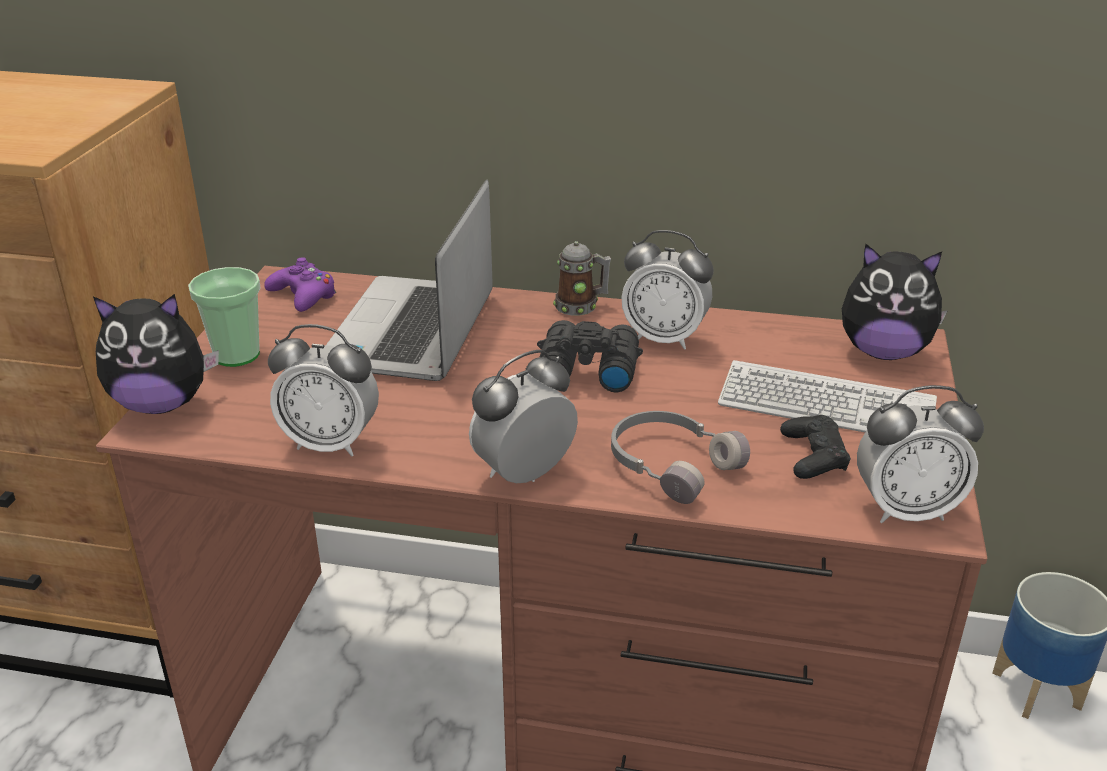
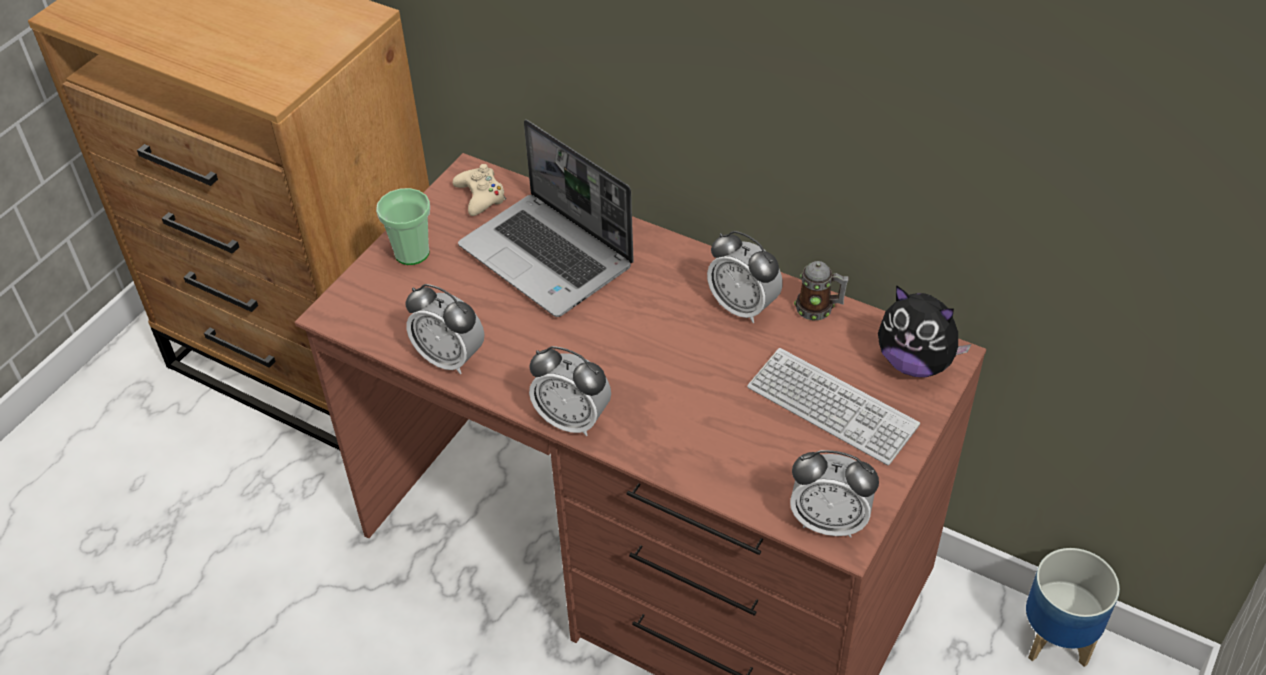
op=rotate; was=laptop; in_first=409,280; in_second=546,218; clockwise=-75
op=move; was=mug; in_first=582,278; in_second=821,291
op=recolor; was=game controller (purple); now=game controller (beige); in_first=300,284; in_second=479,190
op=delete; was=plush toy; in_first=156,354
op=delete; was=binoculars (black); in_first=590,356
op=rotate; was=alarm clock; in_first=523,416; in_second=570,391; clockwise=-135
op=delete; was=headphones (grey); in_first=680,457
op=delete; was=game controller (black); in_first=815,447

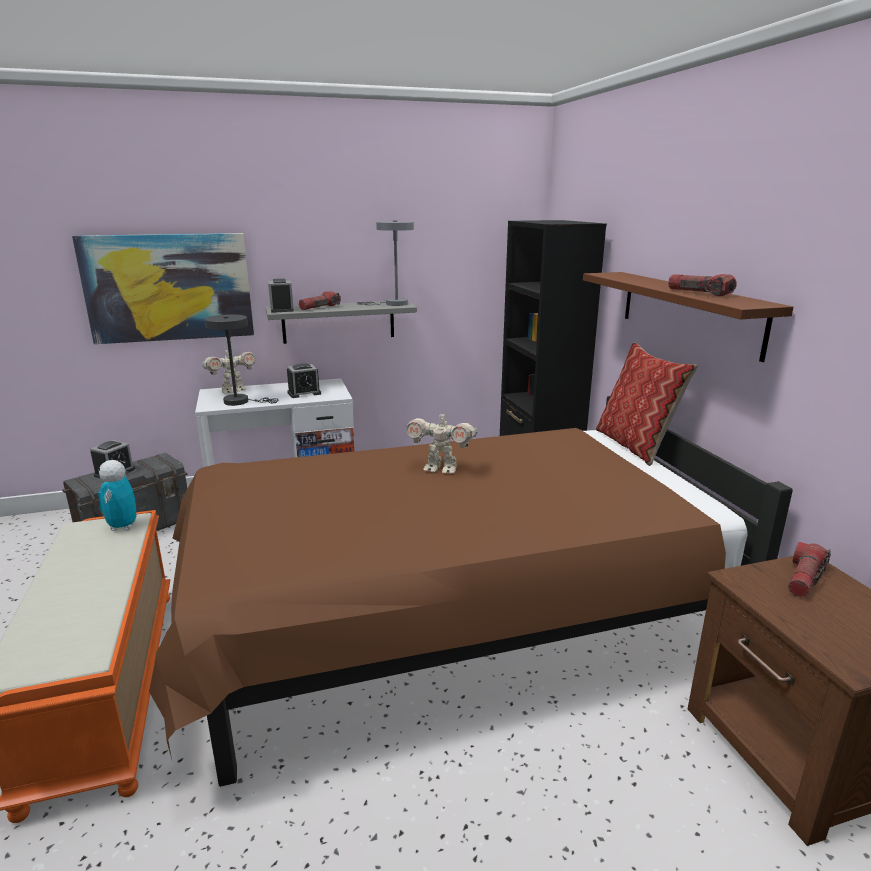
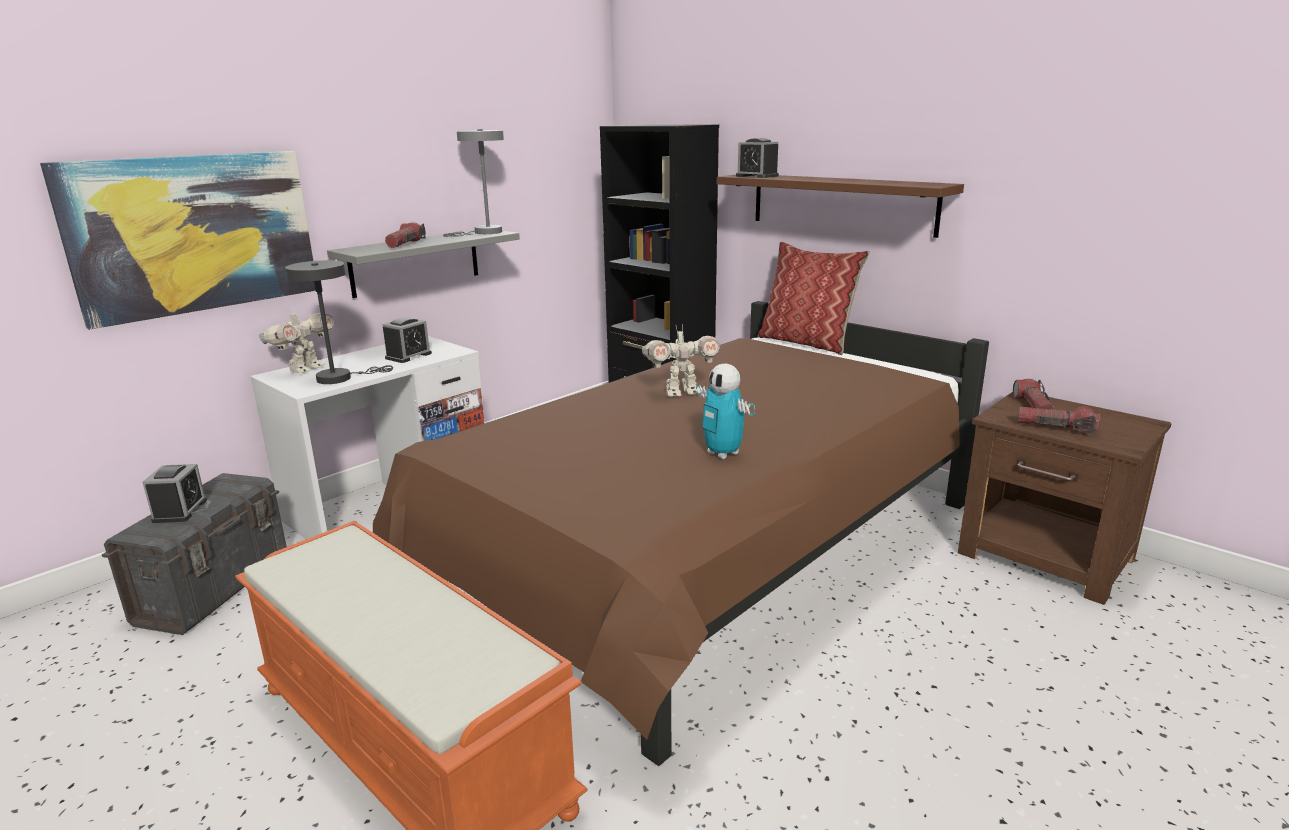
op=move; was=flashlight; in_first=702,285; in_second=1059,420
op=move; was=alarm clock; in_first=281,296; in_second=757,158
op=move; was=toy robot; in_first=117,495; in_second=725,411

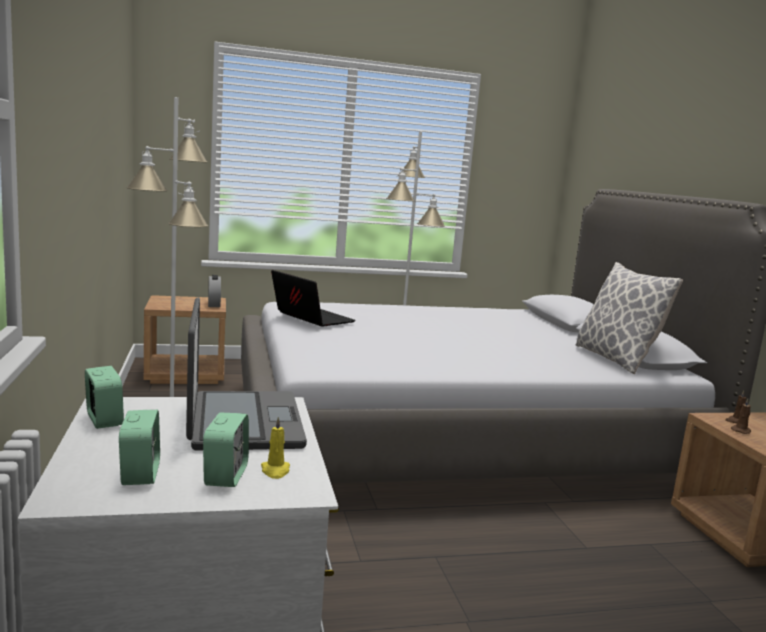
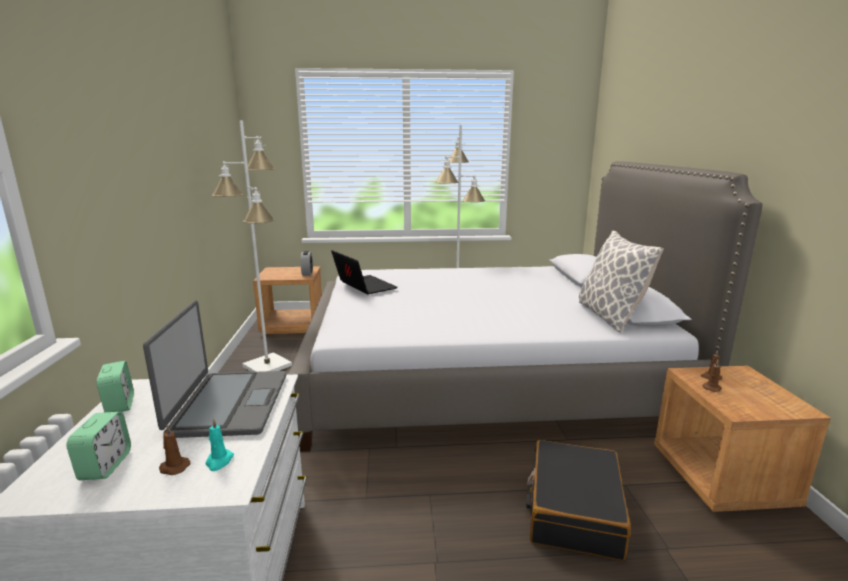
op=replace; was=alarm clock; now=candle (brown); in_first=226,450; in_second=174,450
op=recolor; was=candle (yellow); now=candle (turquoise); in_first=275,448; in_second=220,444
op=insert; now=suitcase (black); in_second=578,500

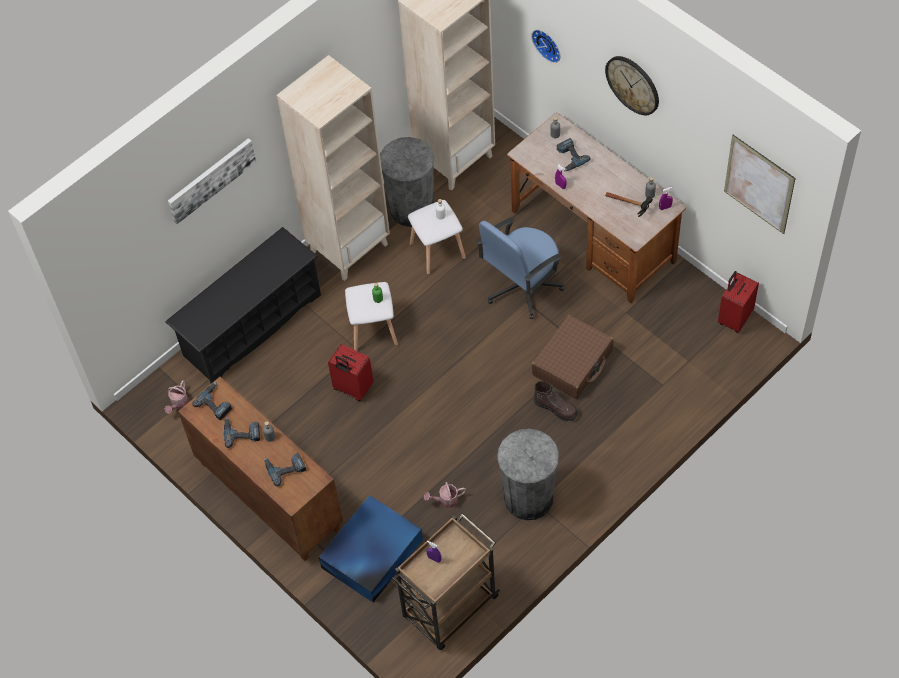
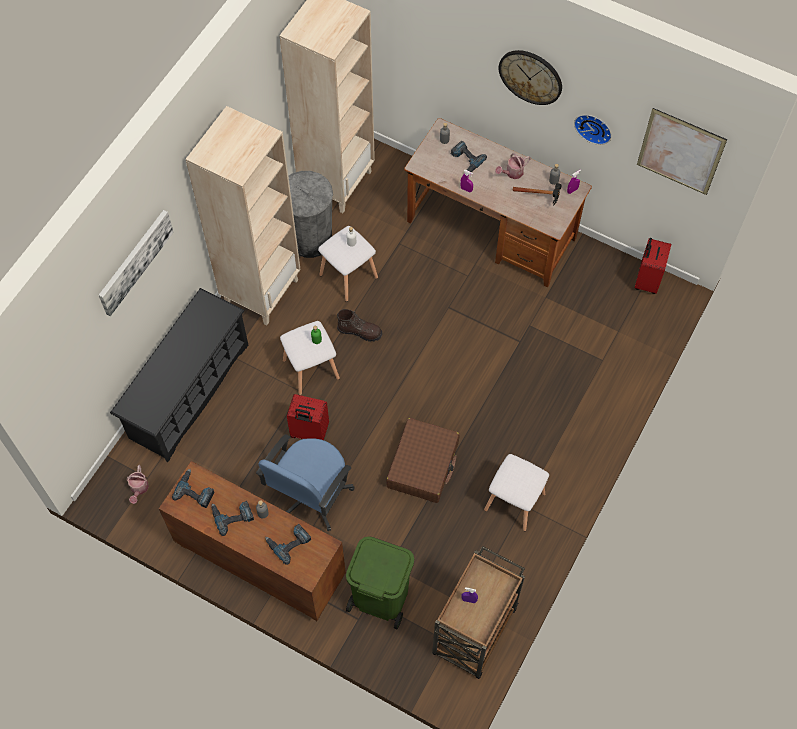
op=move; was=wall clock; in_first=545,46; in_second=593,130
op=move; was=office chair (blue); in_first=520,268; in_second=305,482
op=move; was=suitcase (brown); in_first=572,357; in_second=423,460
op=move; was=boot (brown); in_first=556,401; in_second=359,325
op=replace; was=trash can (grey); now=stool (white); in_first=528,474; in_second=516,492
op=move; was=watering can; in_first=445,495; in_second=513,166
op=replace; was=storage box (blue); now=trash can (green); in_first=371,548; in_second=380,582

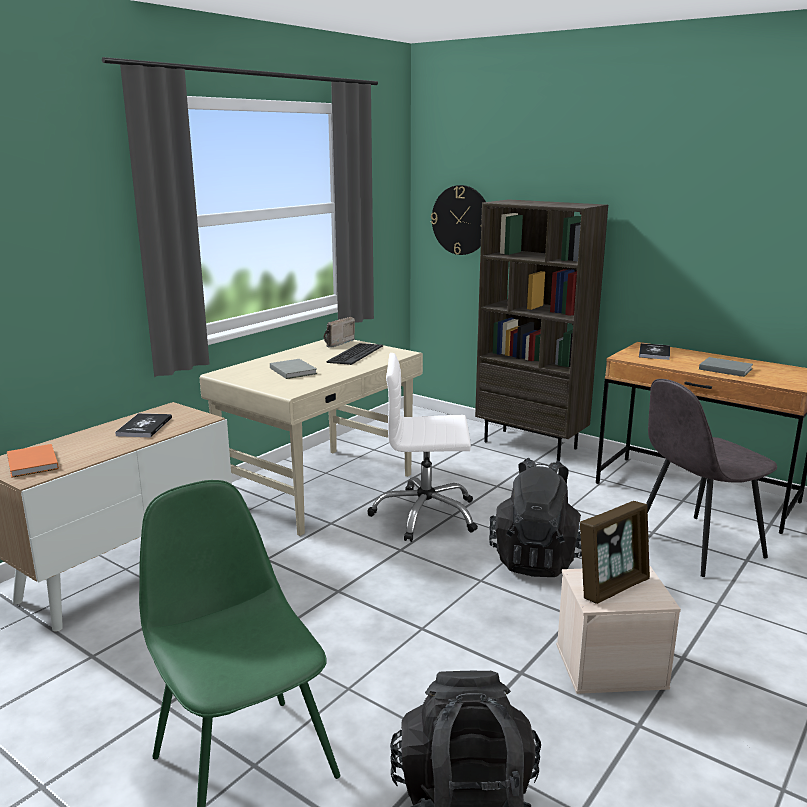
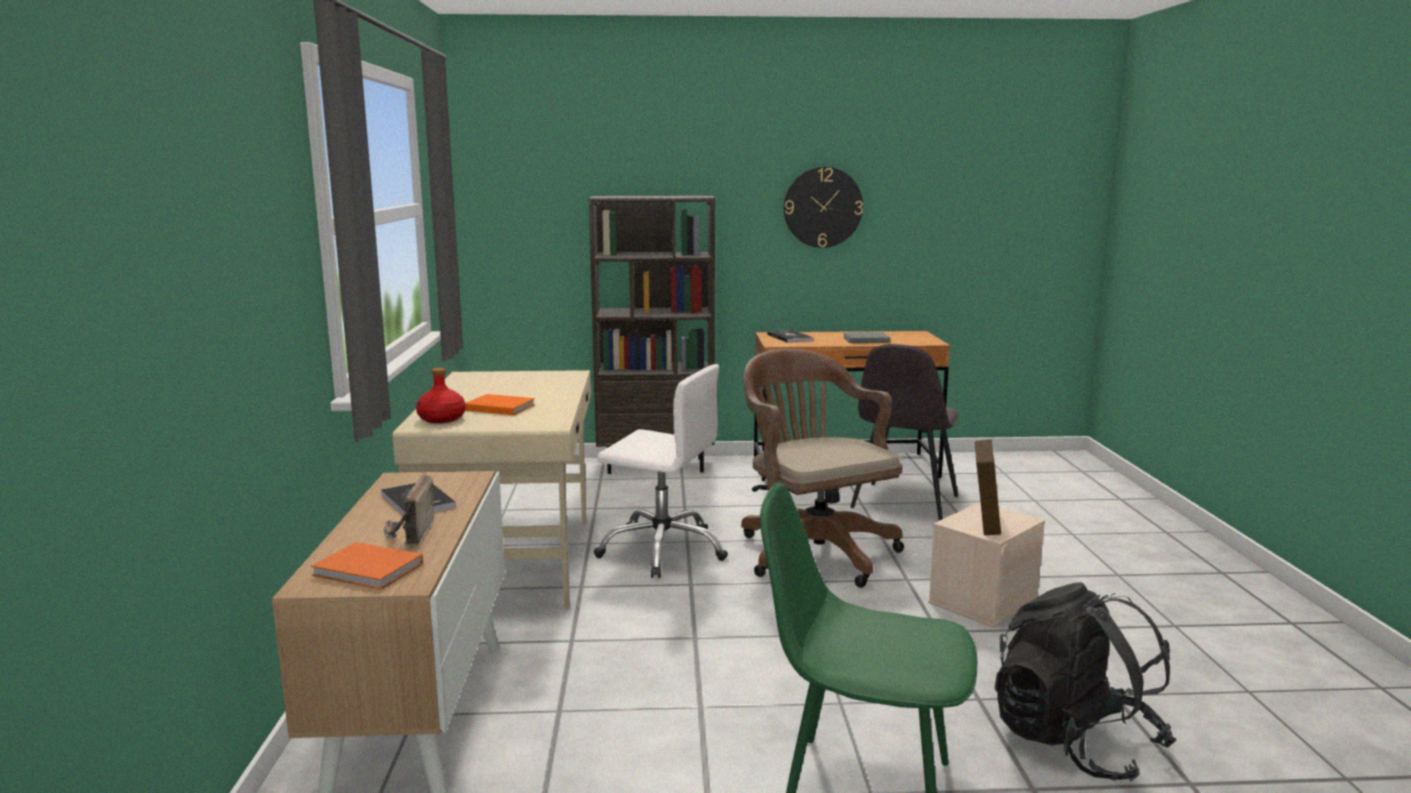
op=move; was=wall clock; in_first=458,220; in_second=823,207
op=move; was=radio; in_first=339,332; in_second=409,511
op=delete; was=keyboard; in_first=355,354
op=rotate; was=office chair (white); in_first=422,447; in_second=661,471; clockwise=-120
op=recolor; was=book (grey); now=book (orange); in_first=293,369; in_second=500,404
op=replace; was=backpack (black); now=office chair (brown); in_first=535,517; in_second=822,468
op=insert; now=bottle (red); in_second=441,395

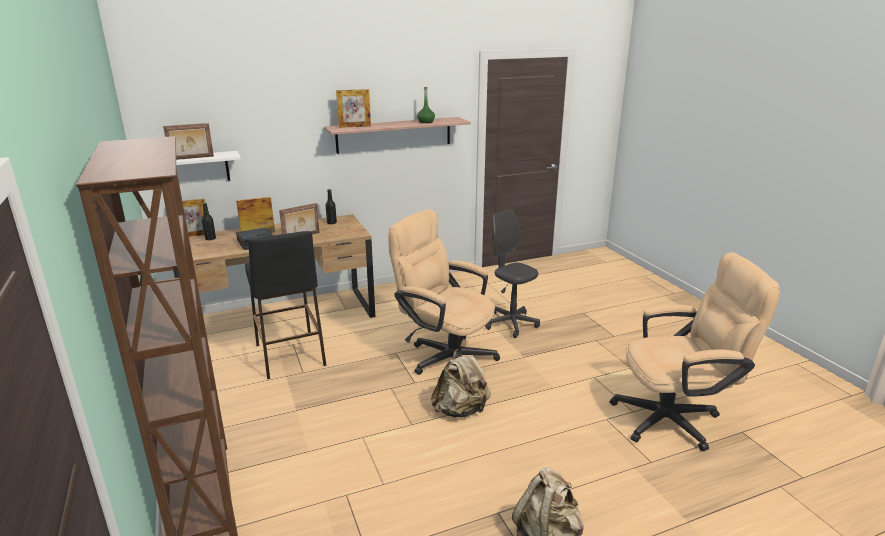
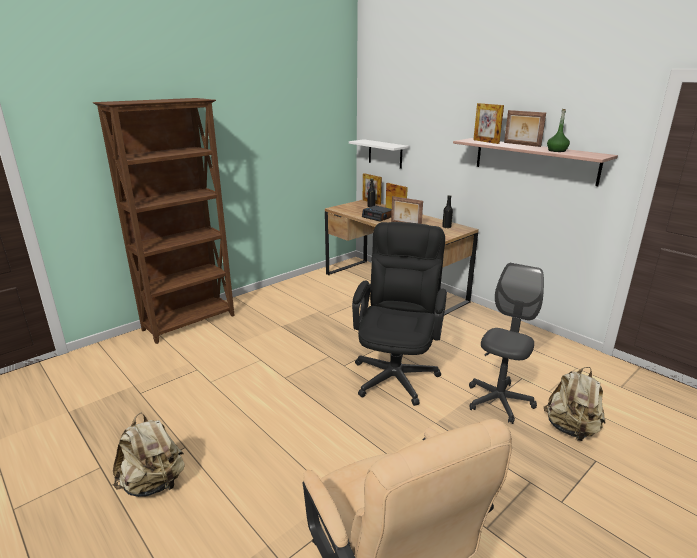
op=move; was=picture frame; in_first=188,141; in_second=525,128
op=recolor; was=office chair (beige); now=office chair (black); in_first=444,292; in_second=399,314
op=delete; was=stool (black); in_first=285,305
op=move; was=backpack (beige); in_first=461,383; in_second=574,404

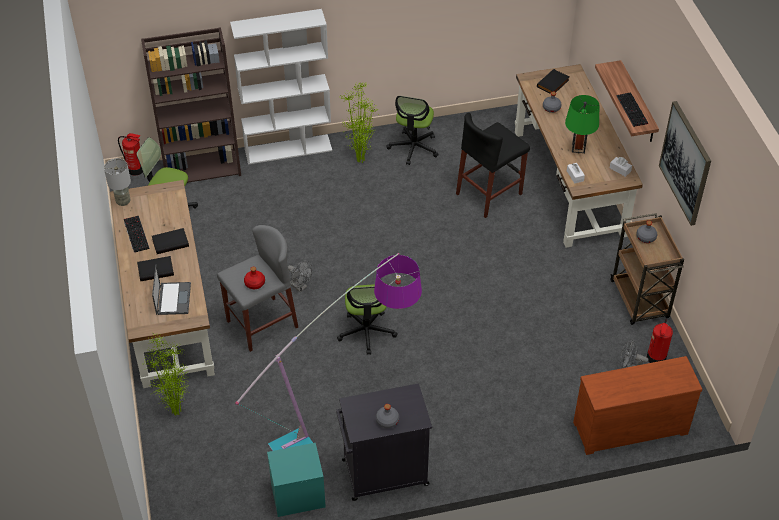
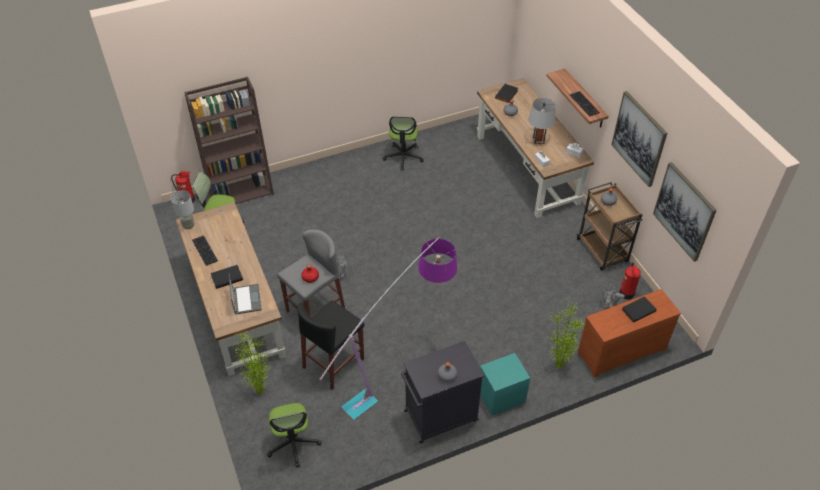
op=delete; was=bookcase (white); in_first=281,86
op=move; was=potted plant; in_first=359,123; in_second=565,335
op=recolor; was=table lamp (green); now=table lamp (grey); in_first=582,124; in_second=541,121
op=move; was=stool (black); in_first=493,165; in_second=330,345
op=move; was=book (black); in_first=170,241; in_second=639,309
op=move; was=office chair; in_first=367,319; in_second=294,435
op=move; was=nightstand (turquoise); in_first=296,480; in_second=505,384
op=insert; now=picture; in_second=685,212

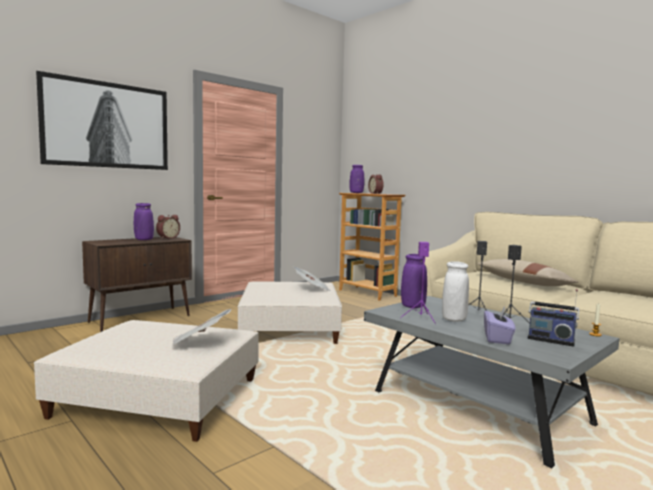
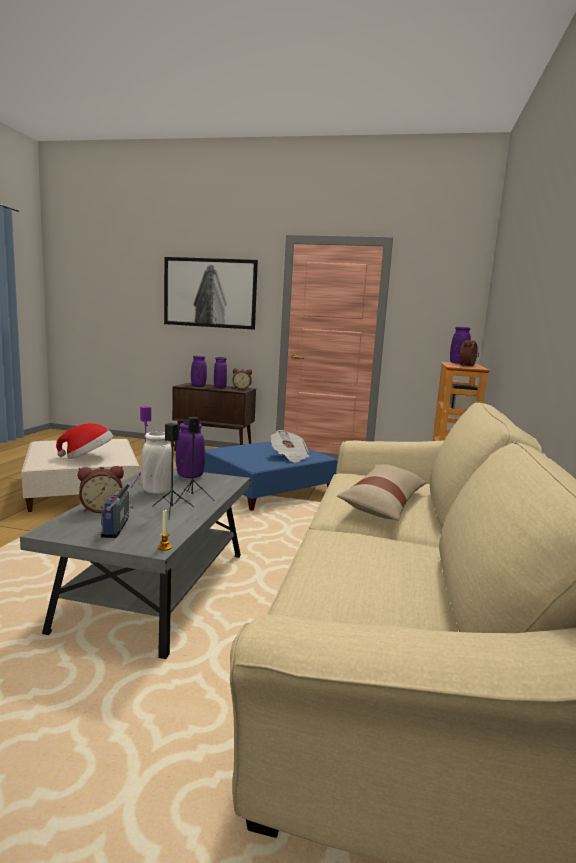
op=recolor; was=ottoman (beige); now=ottoman (blue); in_first=290,312; in_second=271,476
op=replace; was=tissue box (purple); now=alarm clock; in_first=499,324; in_second=101,489
op=replace; was=newspaper; now=hat; in_first=202,327; in_second=84,441
op=insert; now=vase (purple); in_second=199,371

